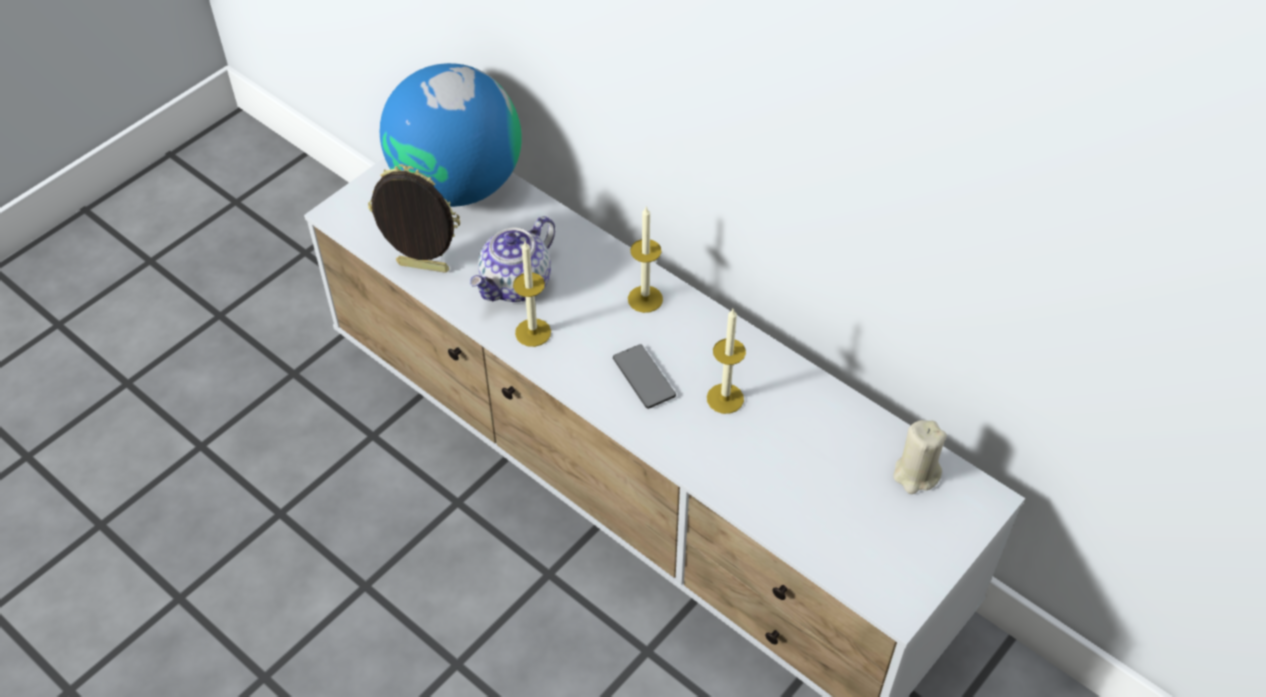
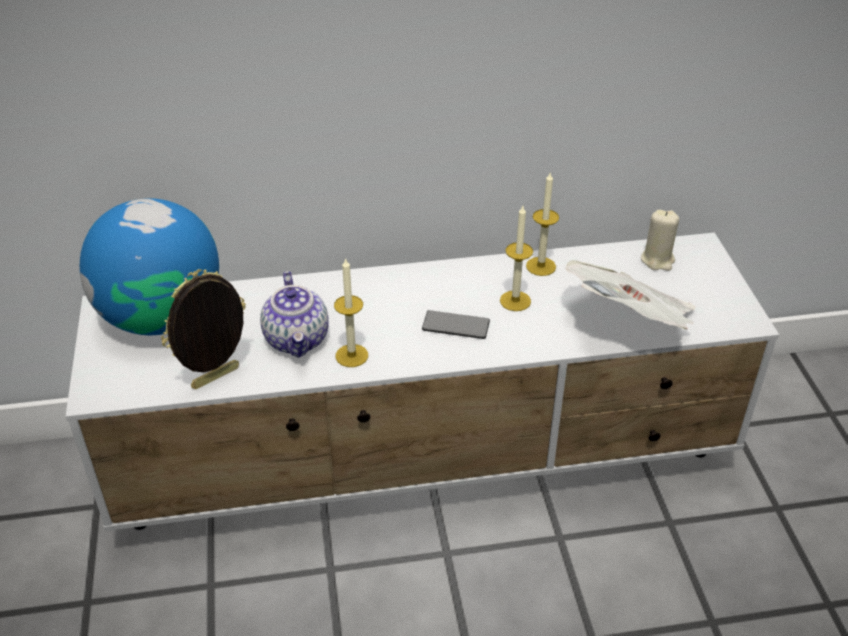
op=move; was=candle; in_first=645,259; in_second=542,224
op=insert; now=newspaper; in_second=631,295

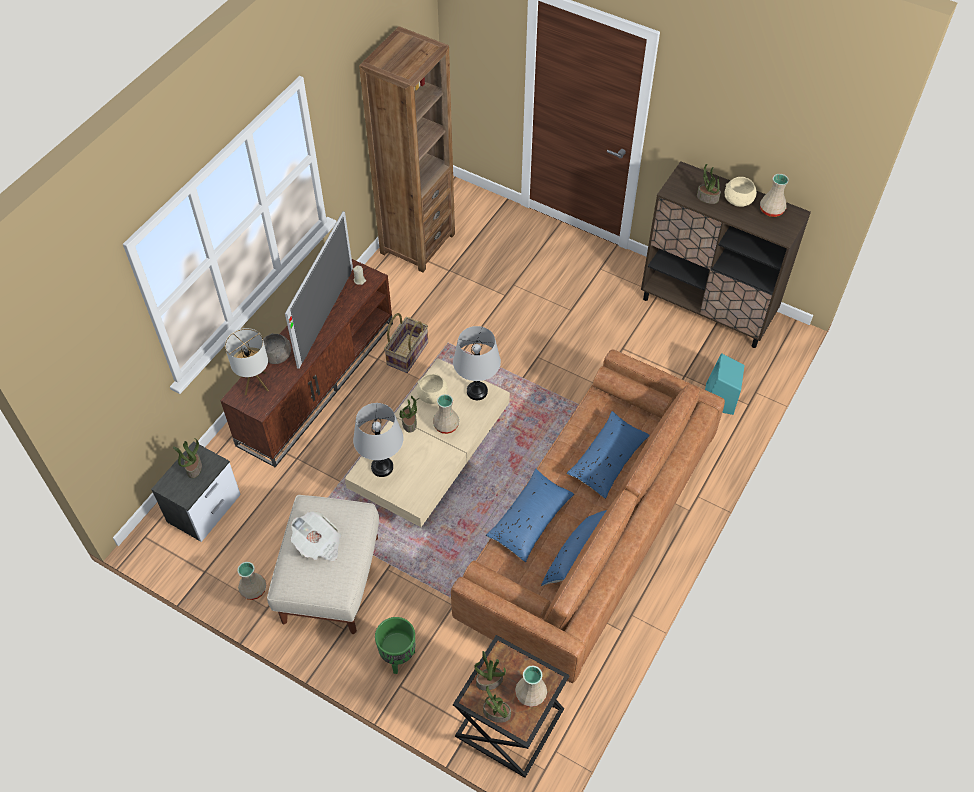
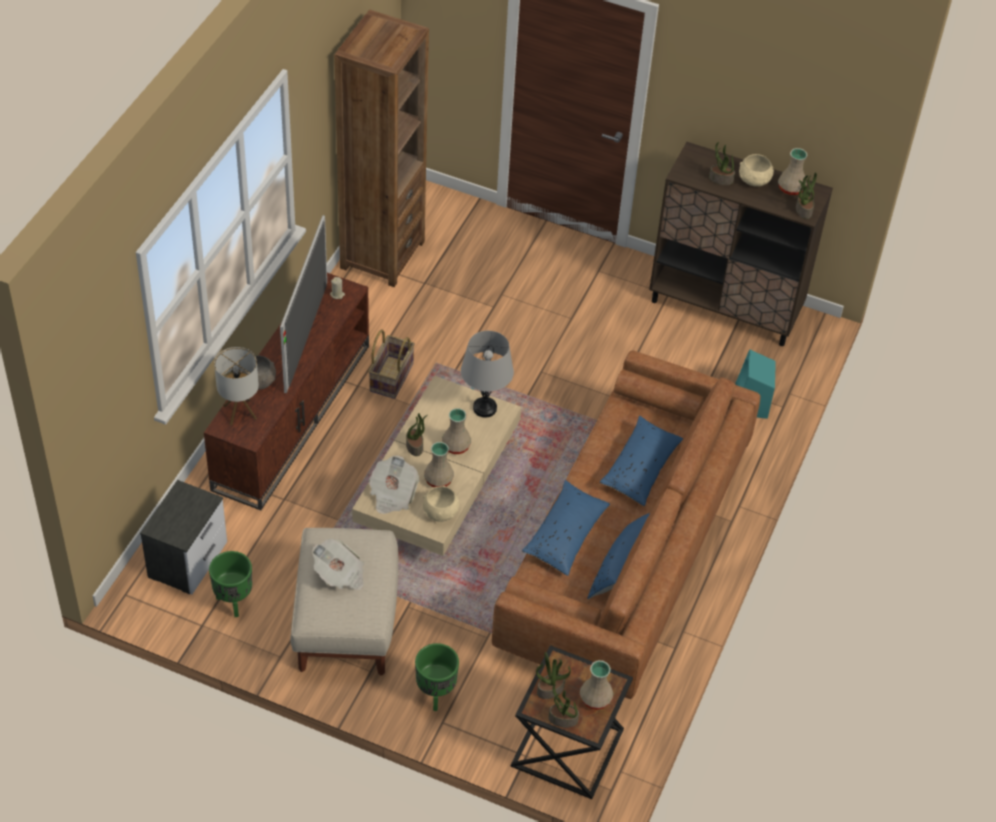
op=move; was=bowl (beige); in_first=432,389; in_second=441,504
op=replace; was=table lamp (grey); now=newspaper; in_first=378,440; in_second=393,484
op=move; was=potted plant; in_first=187,458; in_second=806,196
op=move; was=vase (beige); in_first=251,581; in_second=439,464
op=insert; now=planter (green); in_second=230,584

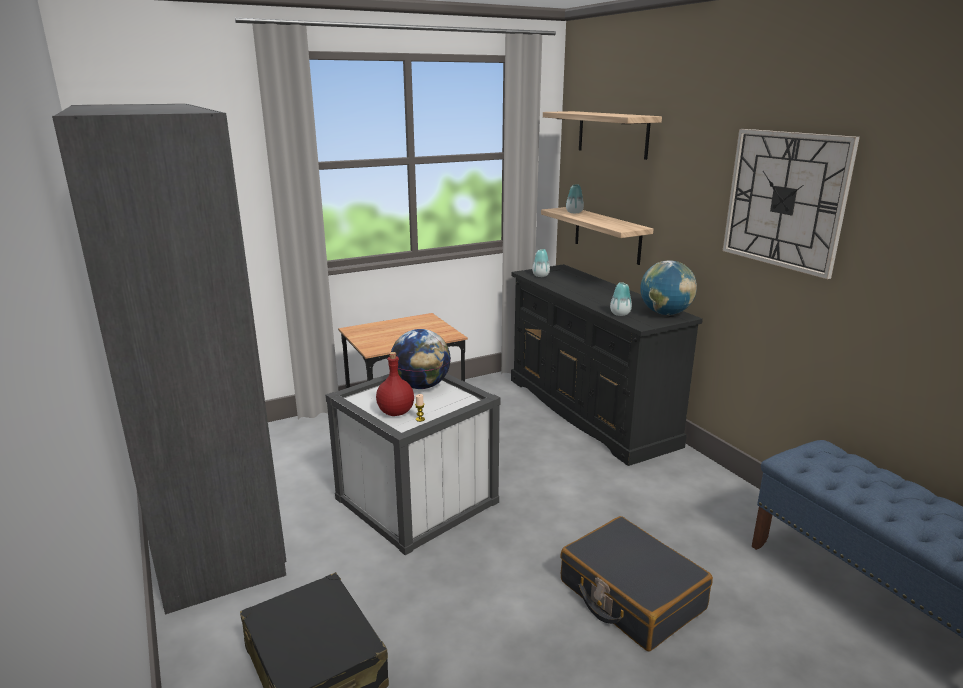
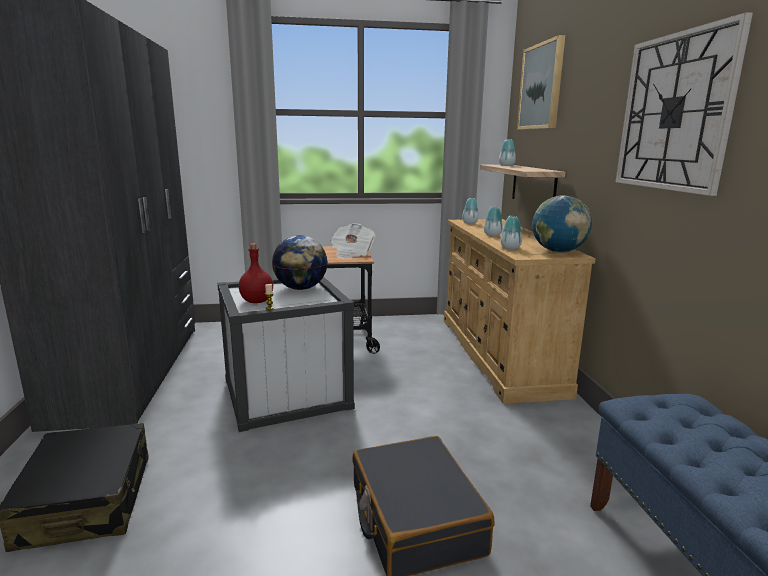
op=replace; was=shelf; now=picture; in_first=602,135; in_second=541,82
op=recolor; was=dresser (black); now=dresser (beige); in_first=607,365; in_second=520,311
op=insert; now=vase; in_second=493,221
op=insert; now=newspaper; in_second=353,241

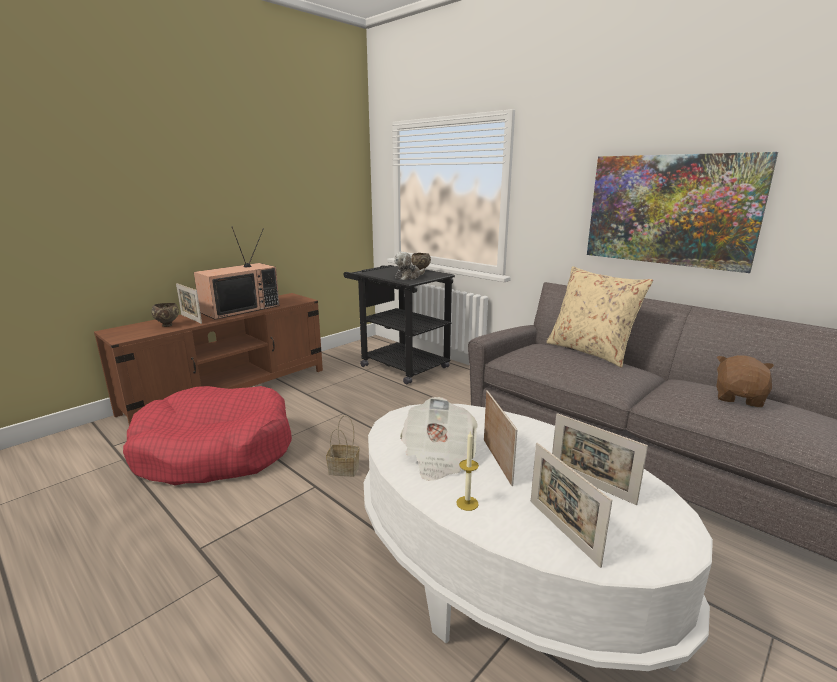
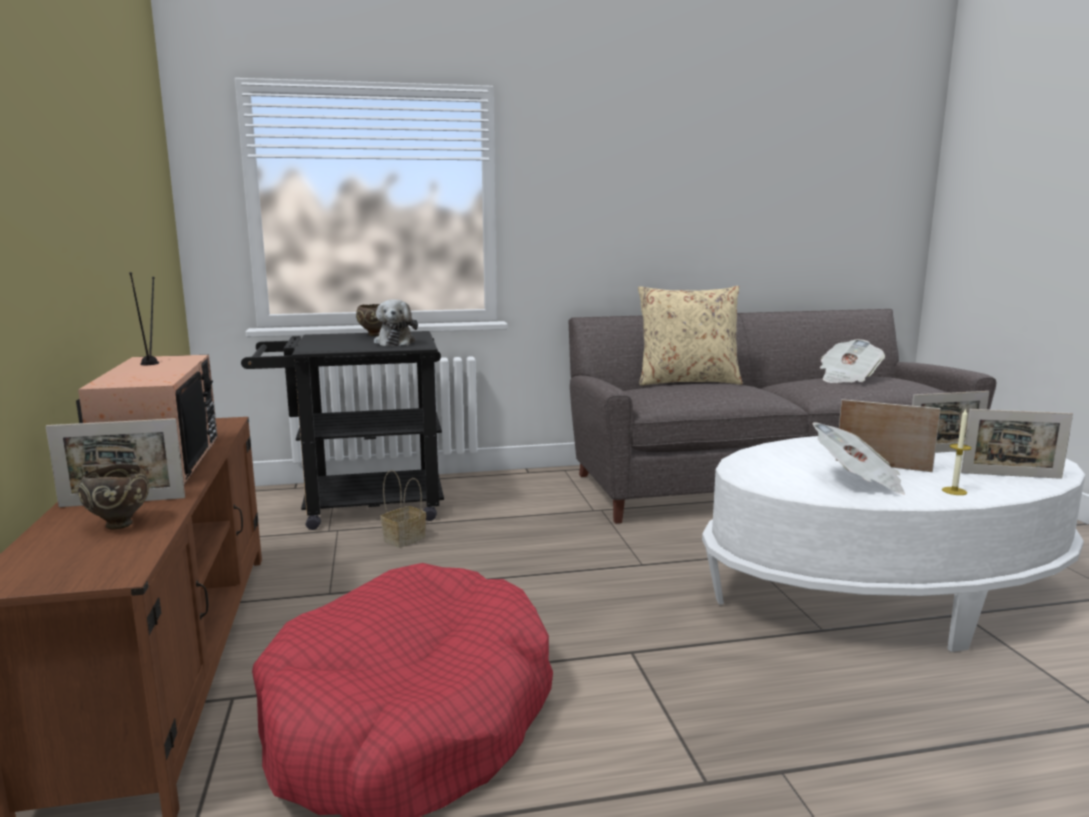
op=delete; was=picture; in_first=682,212
op=replace; was=plush toy (brown); now=newspaper; in_first=745,381; in_second=852,361
op=move; was=basket; in_first=343,446; in_second=403,509

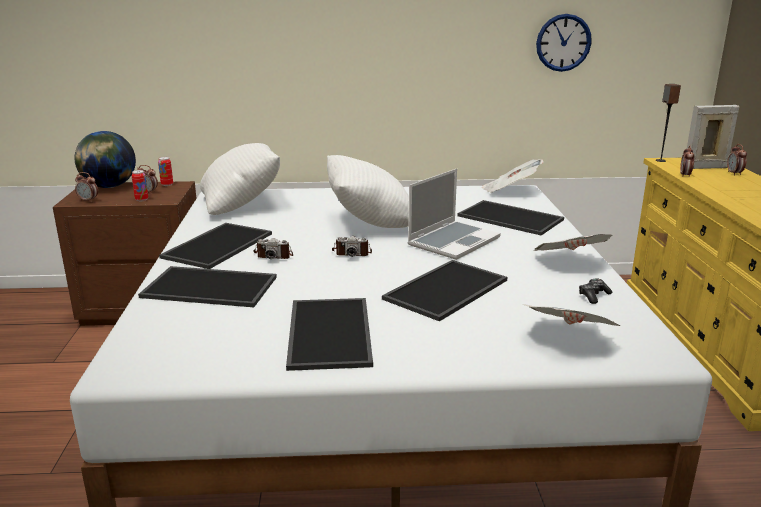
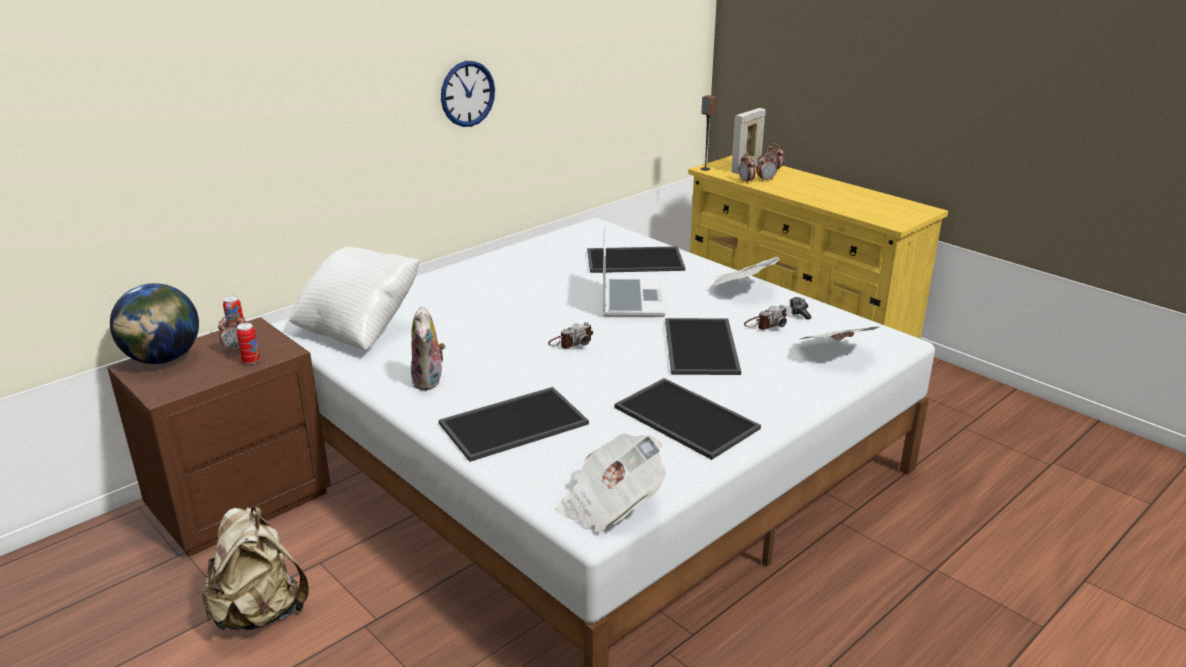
op=move; was=wall clock; in_first=564,43; in_second=468,94
op=delete; was=pillow (white); in_first=368,191
op=move; was=newspaper; in_first=513,176; in_second=611,482
op=move; was=alarm clock; in_first=86,187; in_second=766,167
op=replace; was=tray; now=plush toy; in_first=215,246; in_second=428,348
op=move; was=photo camera; in_first=273,248; in_second=765,317
op=insert; now=backpack (beige); in_second=255,569

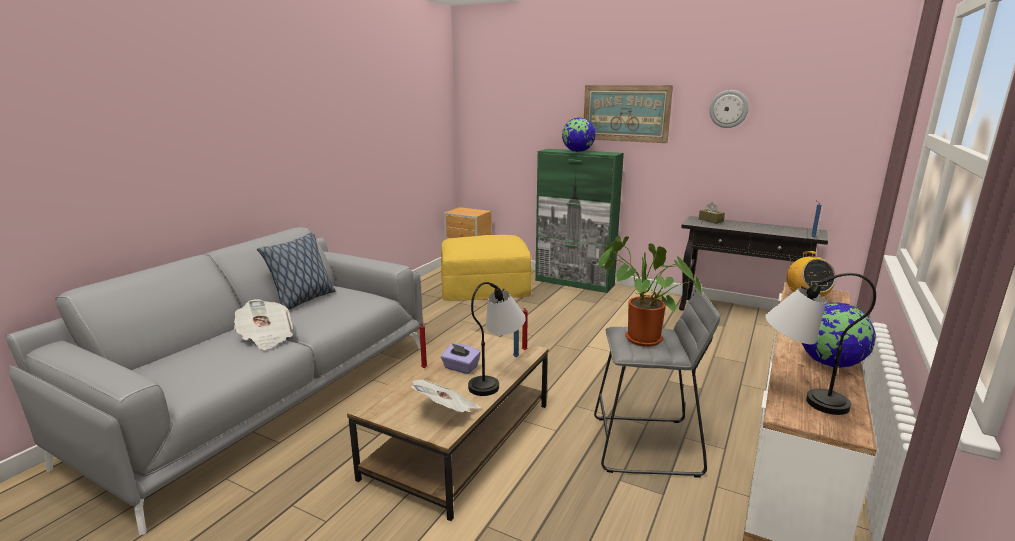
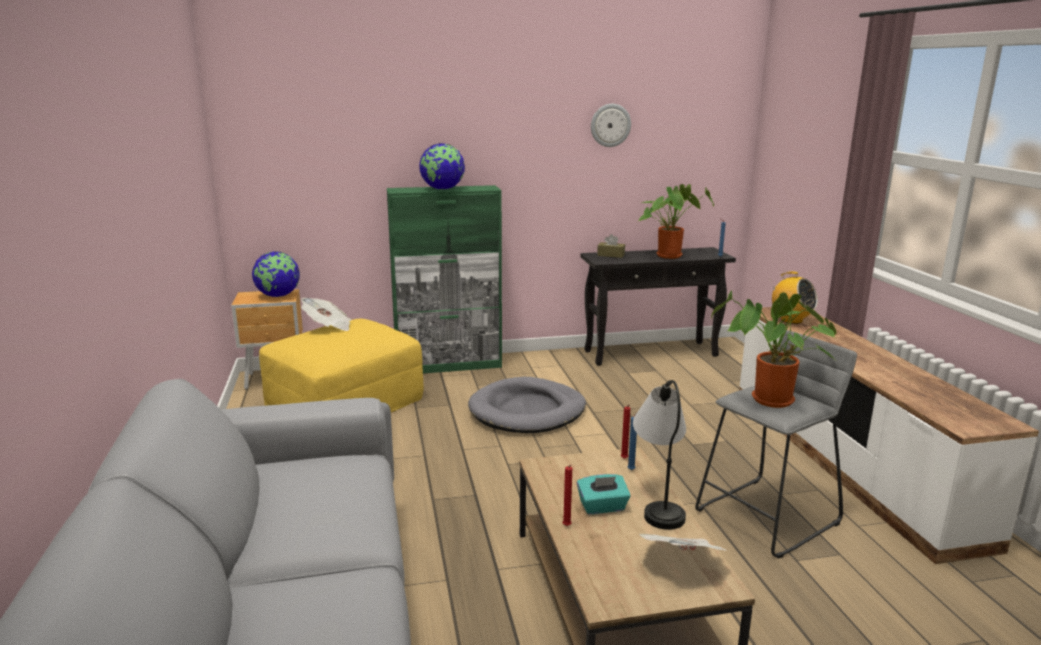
op=delete; was=picture; in_first=628,114
op=delete; was=pillow; in_first=296,271
op=delete; was=table lamp; in_first=820,344
op=move; was=newspaper; in_first=263,324; in_second=326,314
op=move; was=globe; in_first=839,335; in_second=276,274
op=recolor; was=tissue box (purple); now=tissue box (turquoise); in_first=461,358; in_second=604,494
op=insert; now=potted plant; in_second=676,221
op=insert; now=dog bed (grey); in_second=527,405

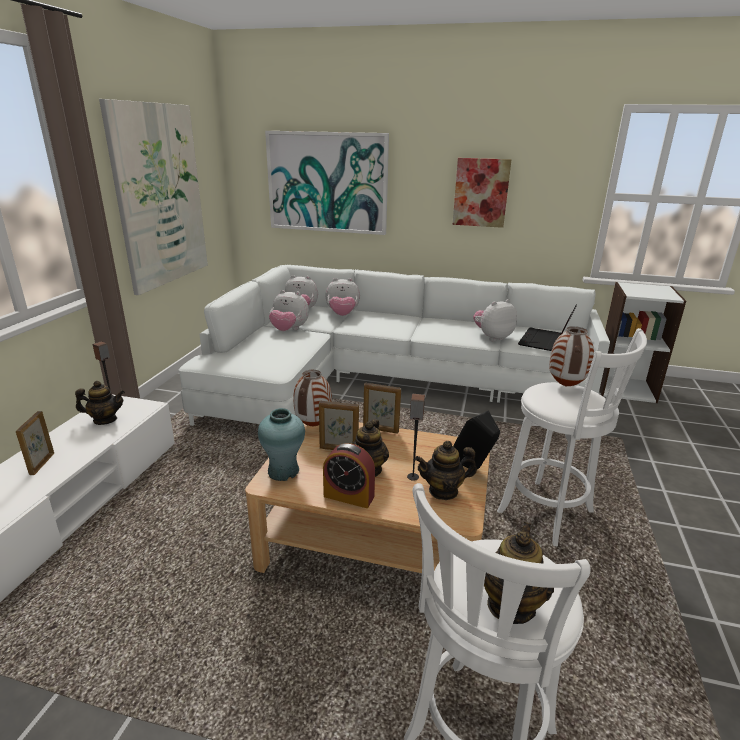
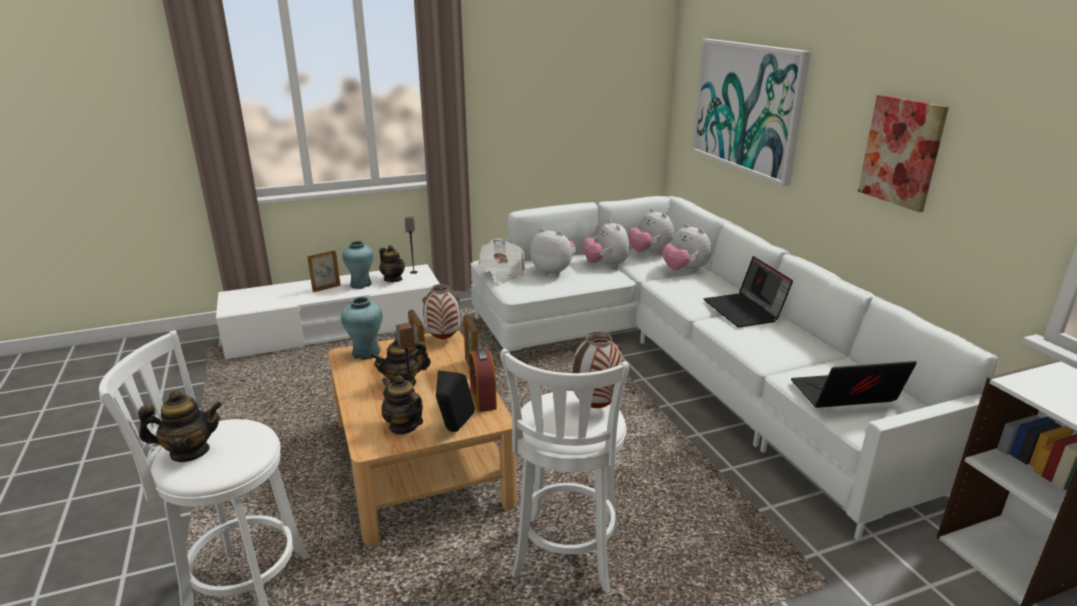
op=delete; was=picture; in_first=153,197
op=move; was=plush toy; in_first=495,320; in_second=553,252
op=move; was=alarm clock; in_first=349,475; in_second=483,380
op=insert; now=newspaper; in_second=502,261
op=insert; now=vase (turquoise); in_second=358,265
op=insert; now=laptop; in_second=748,291

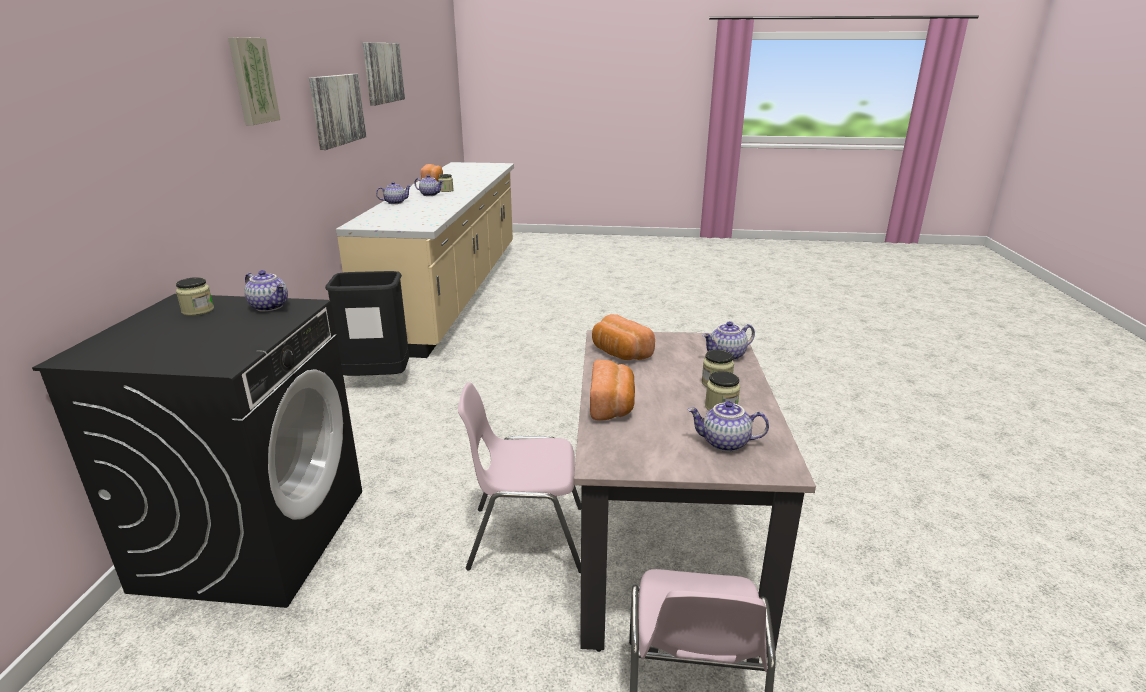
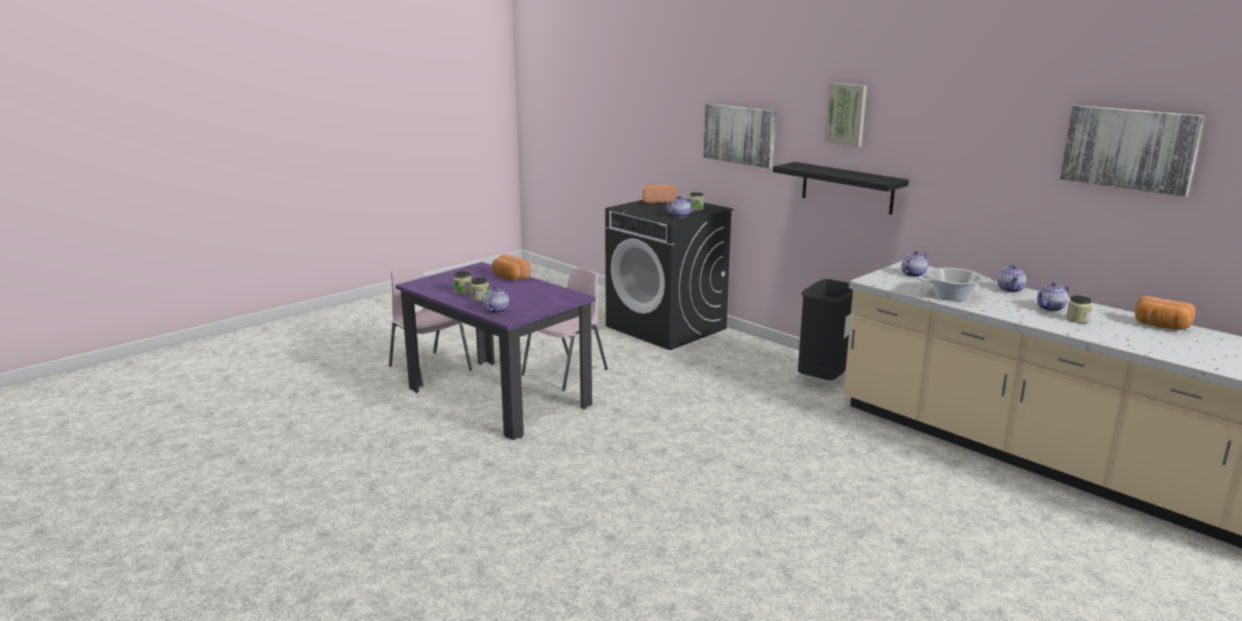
op=move; was=picture; in_first=337,112; in_second=739,136
op=move; was=bread; in_first=623,337; in_second=659,194
op=recolor; was=dining table (beige); now=dining table (purple); in_first=695,494; in_second=495,351
op=move; was=teapot; in_first=728,426; in_second=915,264
op=insert; now=shelf (black); in_second=841,188
op=insert; now=cooking pot; in_second=954,284

